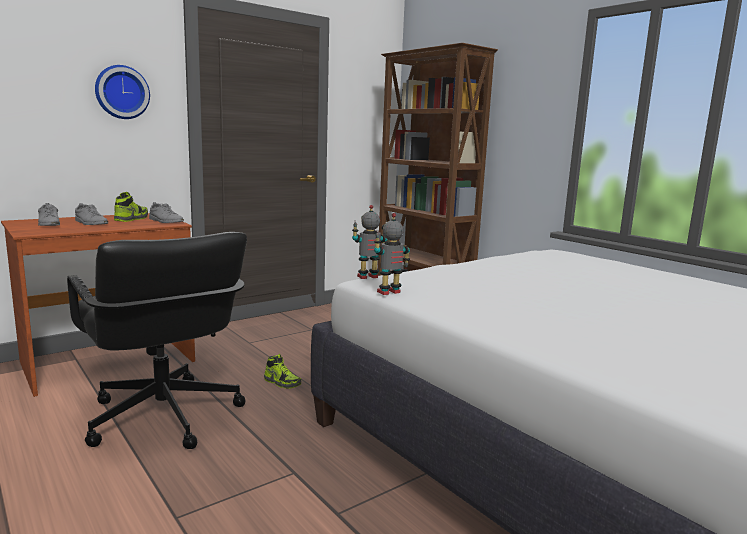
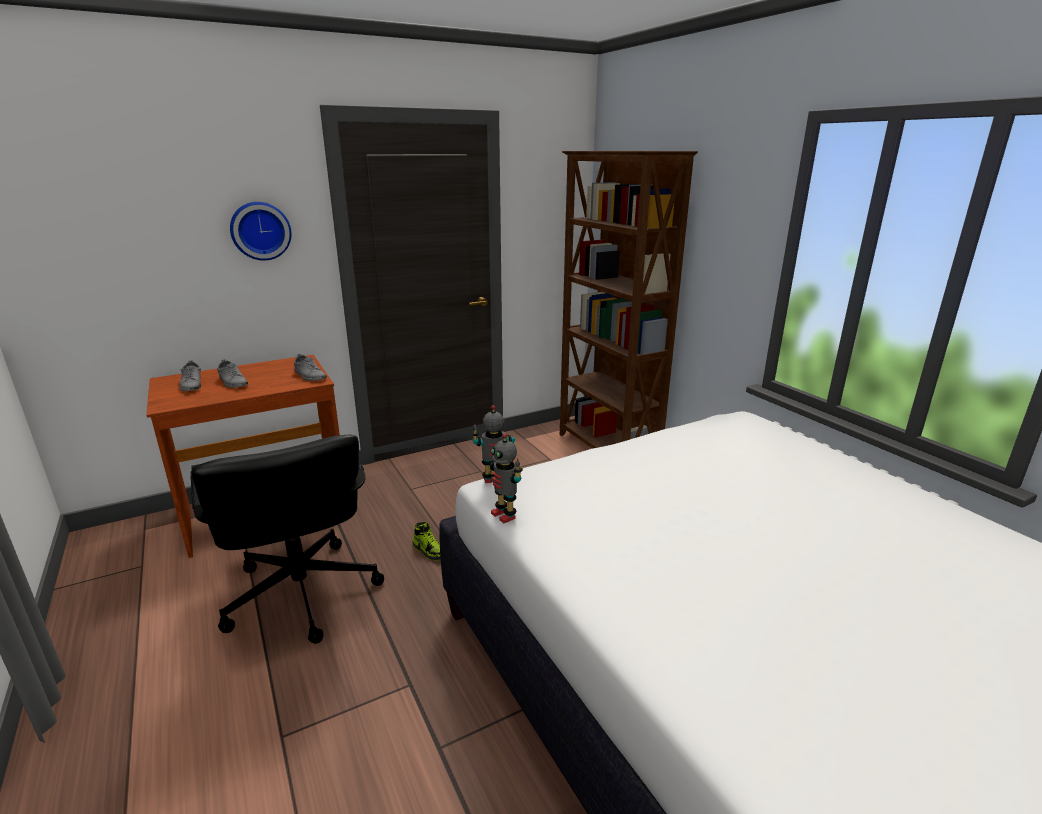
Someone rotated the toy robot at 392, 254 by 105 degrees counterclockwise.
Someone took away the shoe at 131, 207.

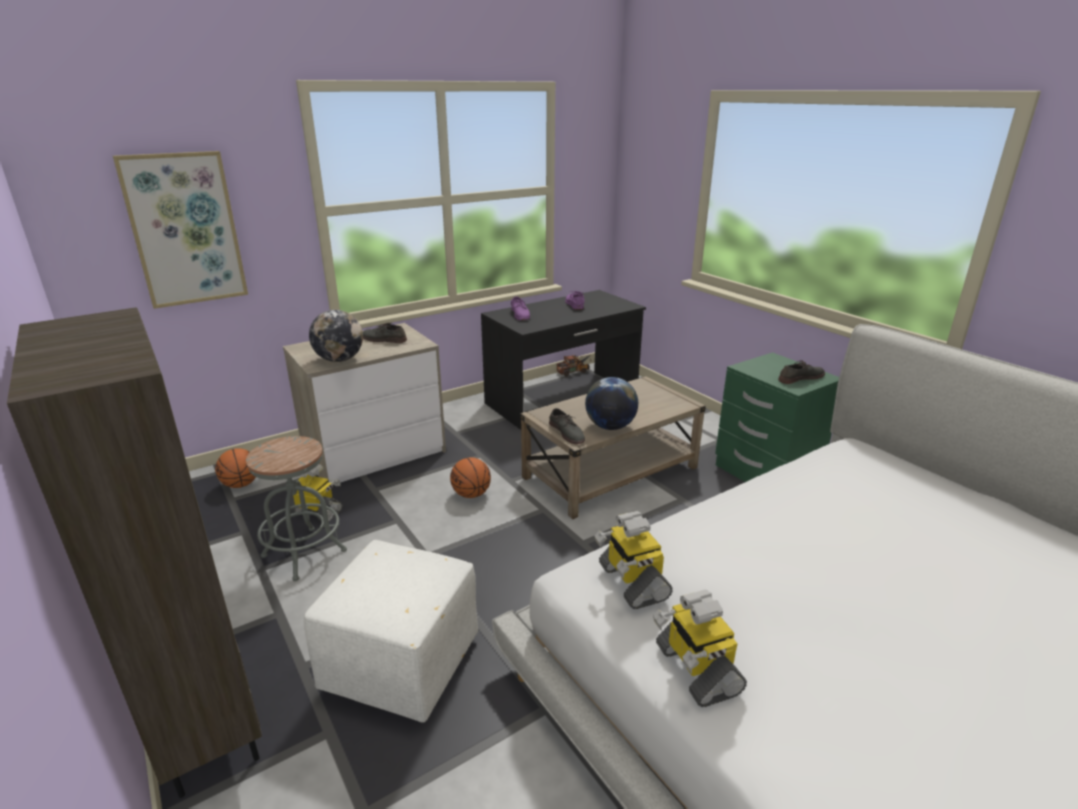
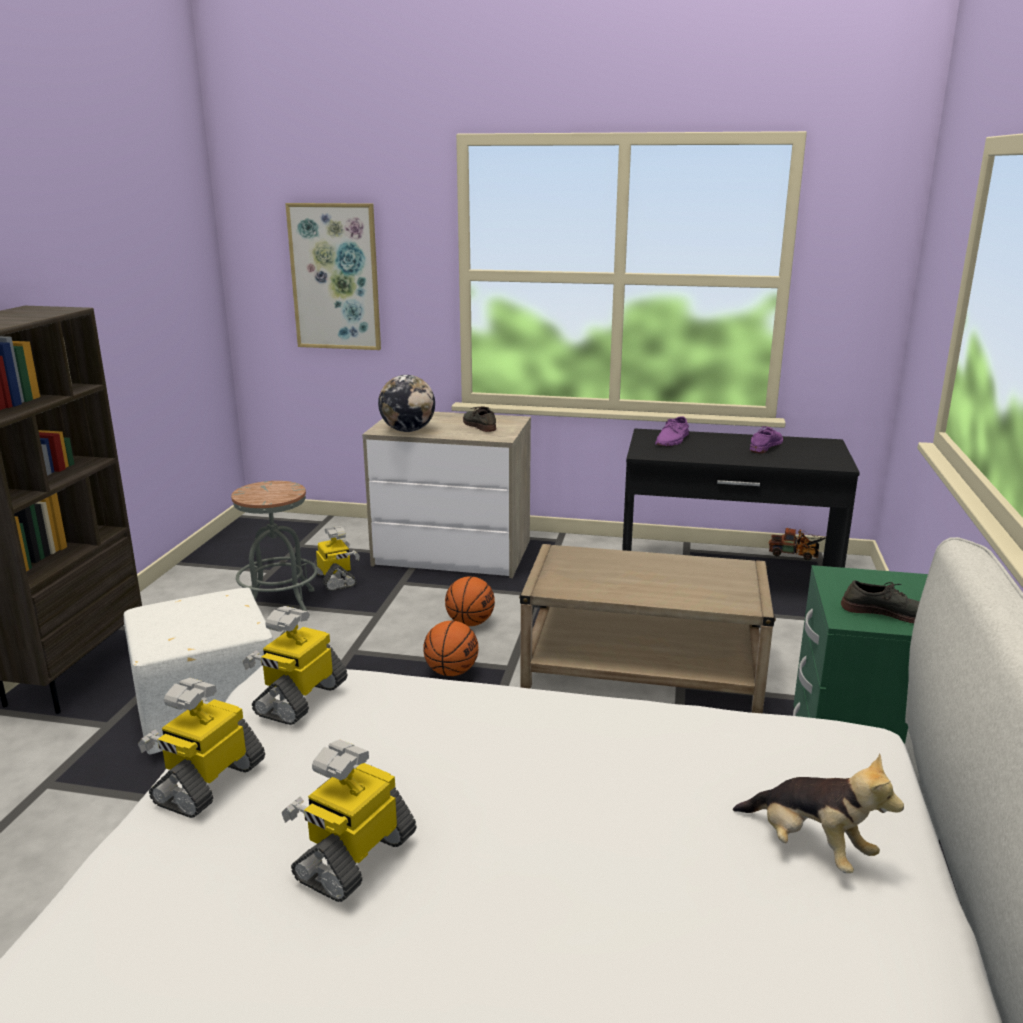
Someone put down the toy robot at 349, 820.
Someone carried the basketball from 235, 468 to 450, 648.
Someone put down the plush toy at 818, 813.
Someone took away the shoe in grey at 567, 426.
Someone took away the globe at 611, 403.

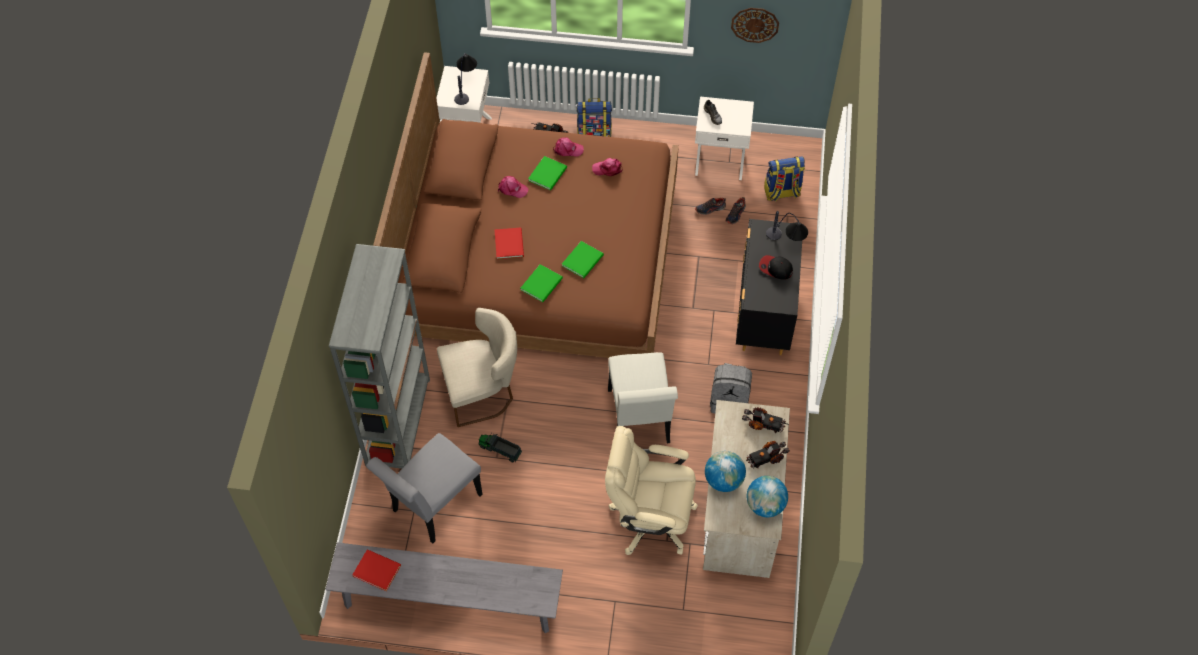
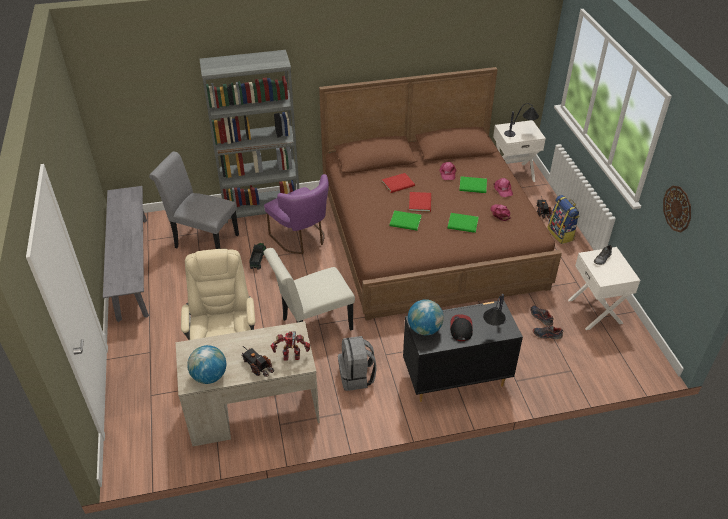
Someone repainted the chair in beige at 477, 367, which became the chair in purple at 296, 214.
Someone swapped the toy truck at 765, 420 for the toy robot at 290, 346.
Someone carried the globe from 725, 471 to 426, 317.
Someone carried the book in red from 377, 570 to 420, 202.
Someone carried the book in green from 542, 283 to 463, 223.
Someone took away the backpack at 784, 179.

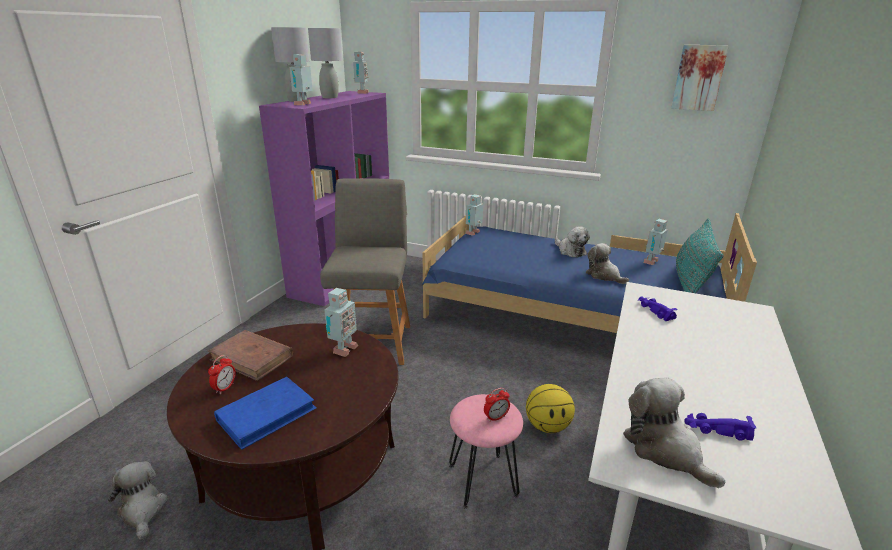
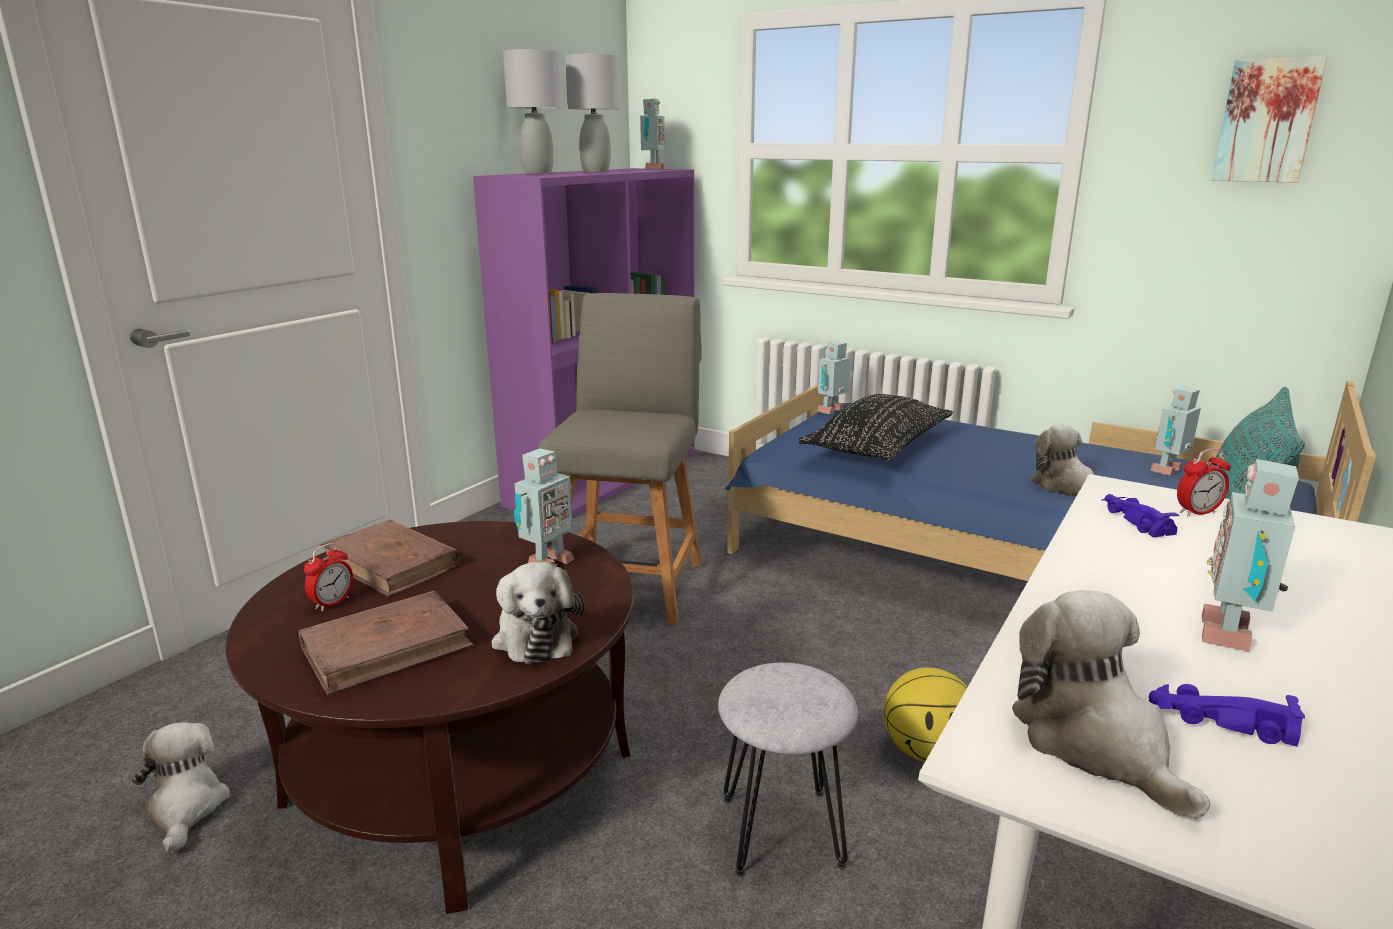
Someone repainted the book in blue at 265, 413, which became the book in brown at 386, 643.
Someone carried the plush toy from 572, 242 to 537, 613.
Someone repainted the stool in pink at 486, 451, which became the stool in grey at 788, 769.
Someone put down the pillow in black at 876, 427.
Someone carried the alarm clock from 497, 405 to 1204, 482.
Someone carried the toy robot from 301, 79 to 1250, 555.

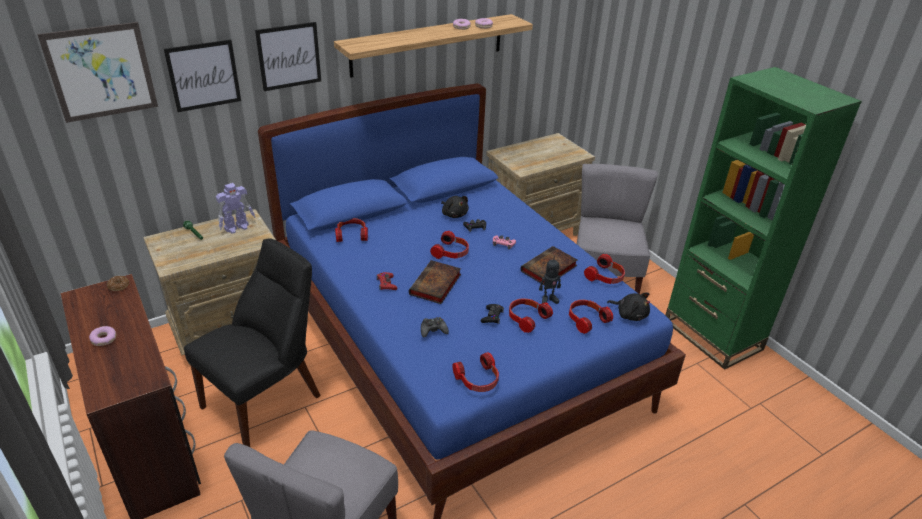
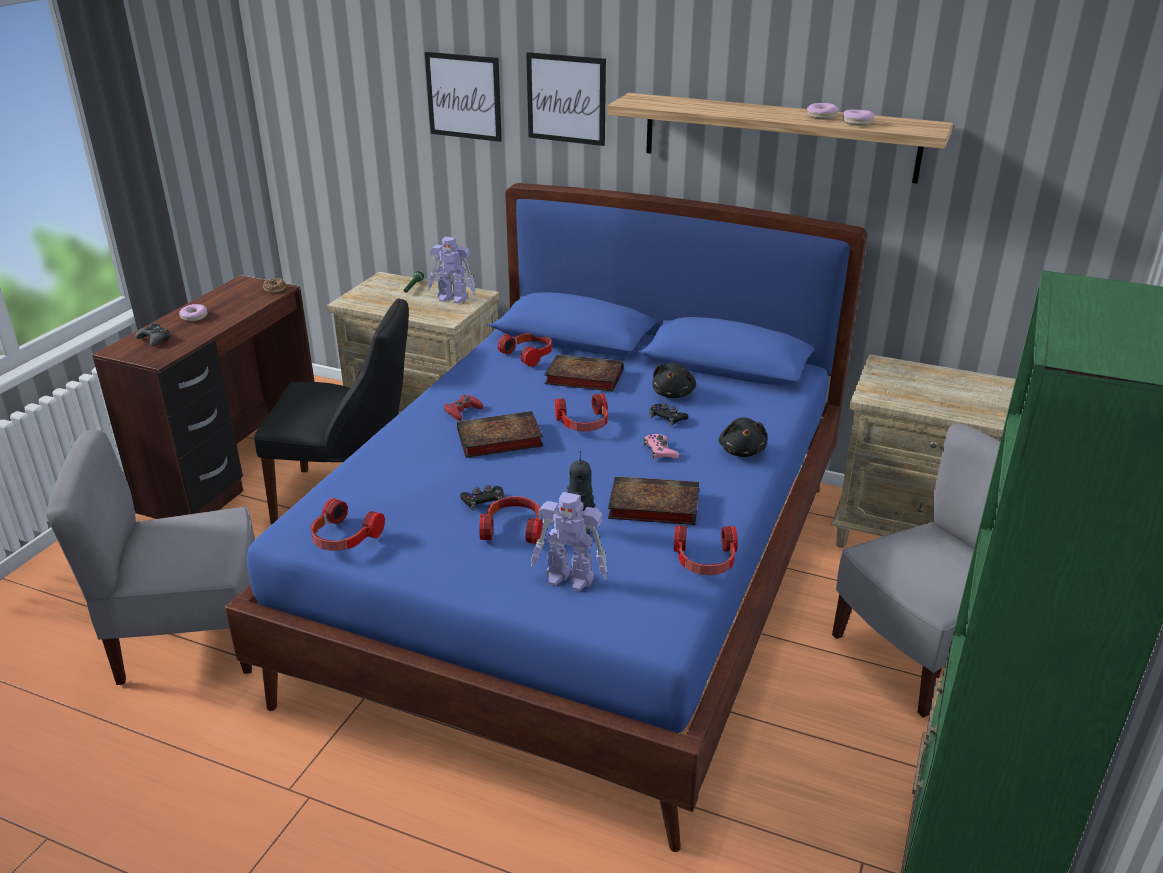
Someone carried the game controller in black from 435, 327 to 153, 334.
Someone swapped the headphones at 591, 317 for the toy robot at 569, 541.
Someone put down the book at 584, 372.
Someone carried the plush toy in black from 628, 306 to 743, 437.
Someone took away the picture at 97, 72.

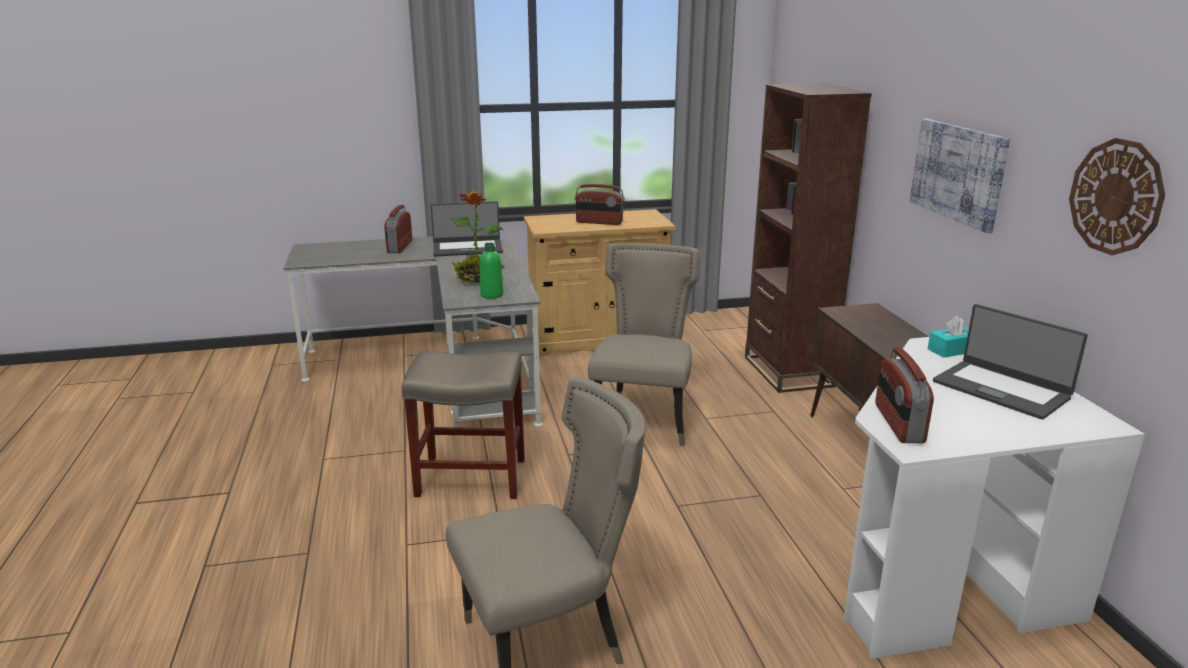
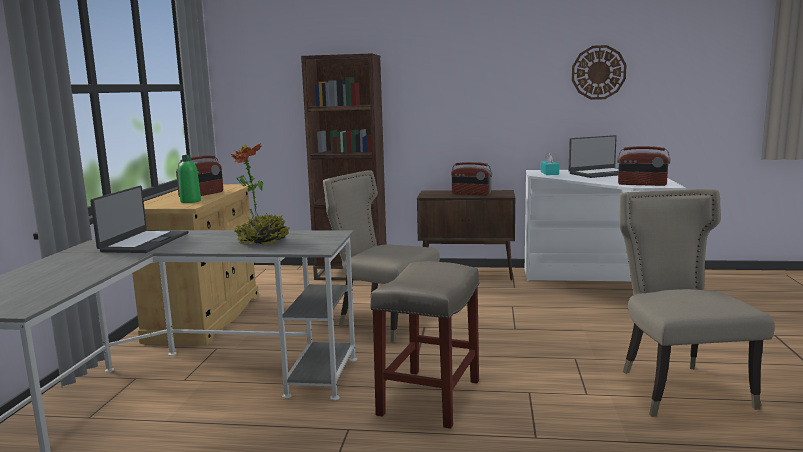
Someone carried the bottle in green from 491, 271 to 189, 179.
Someone carried the radio from 398, 229 to 471, 179.
Someone took away the picture at 960, 175.

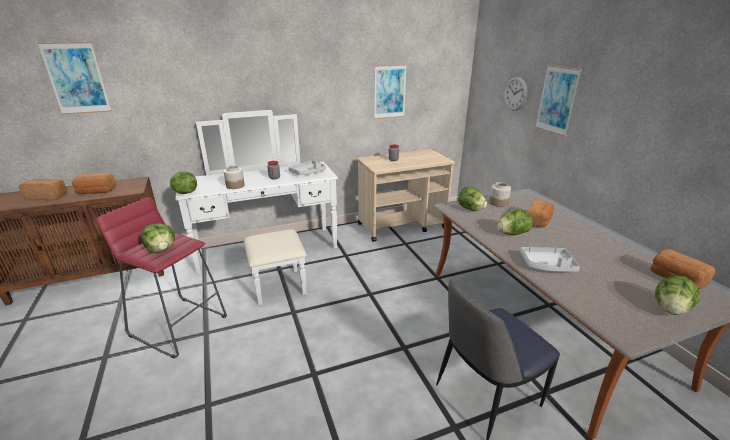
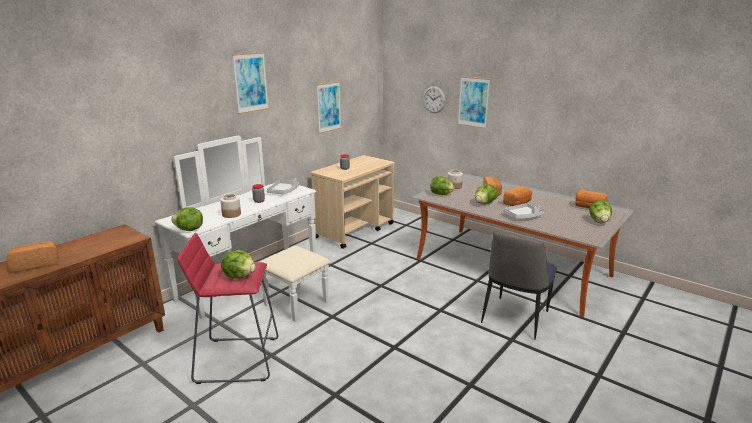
Someone carried the picture from 74, 78 to 250, 83.
Someone carried the bread from 94, 183 to 517, 196.

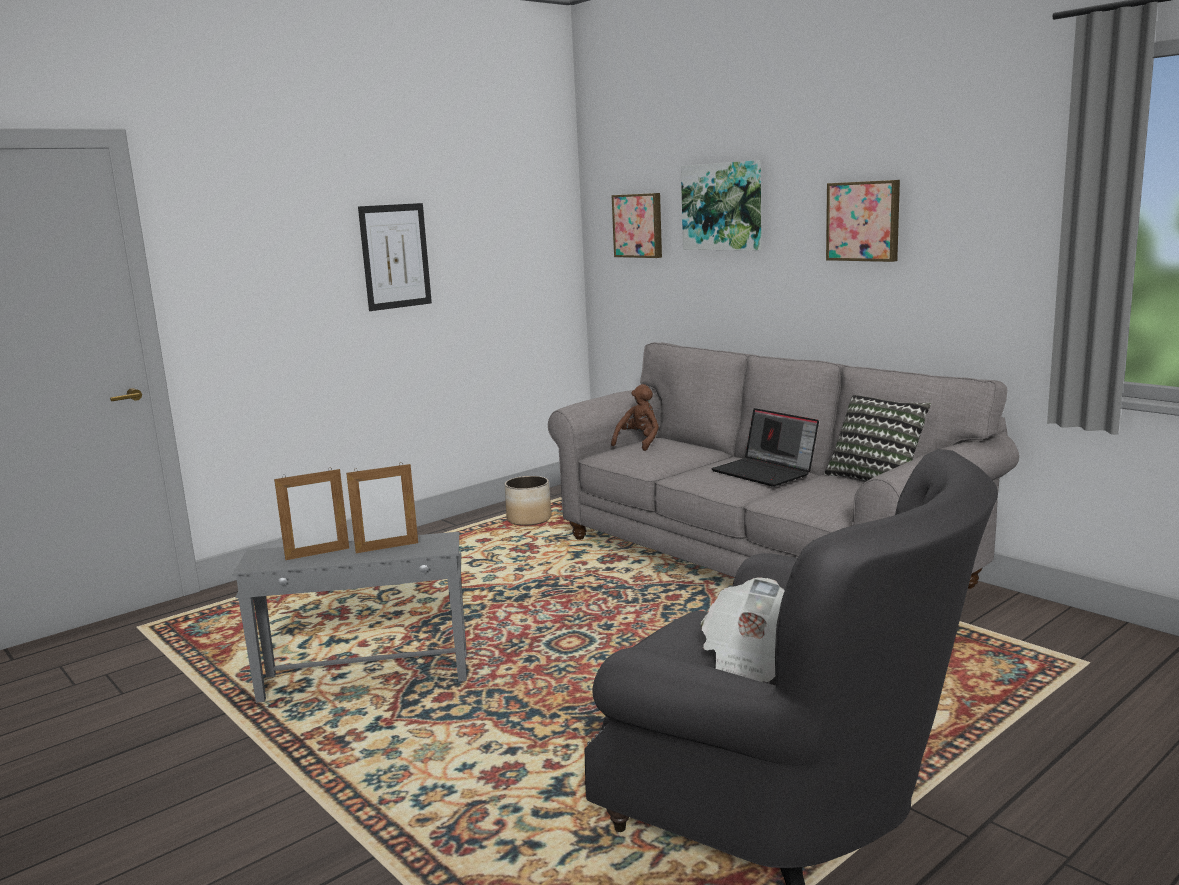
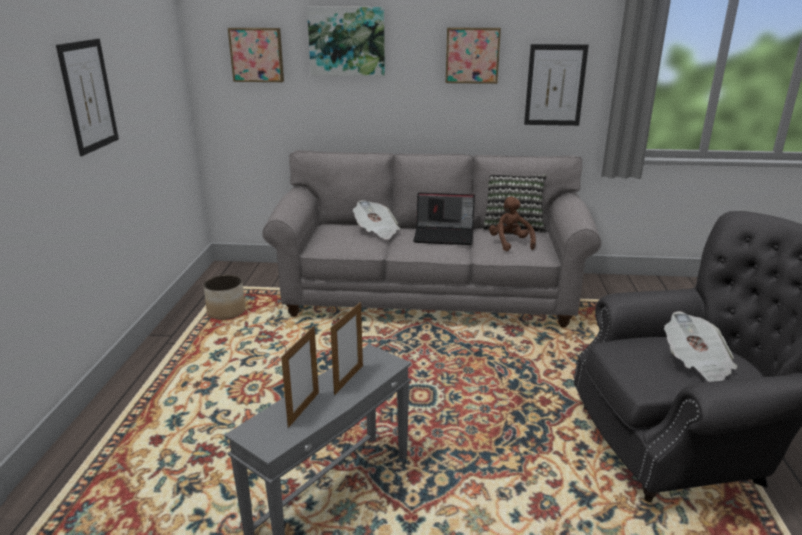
Someone put down the newspaper at 376, 220.
Someone carried the plush toy in brown from 635, 417 to 512, 224.
Someone put up the picture at 556, 85.

